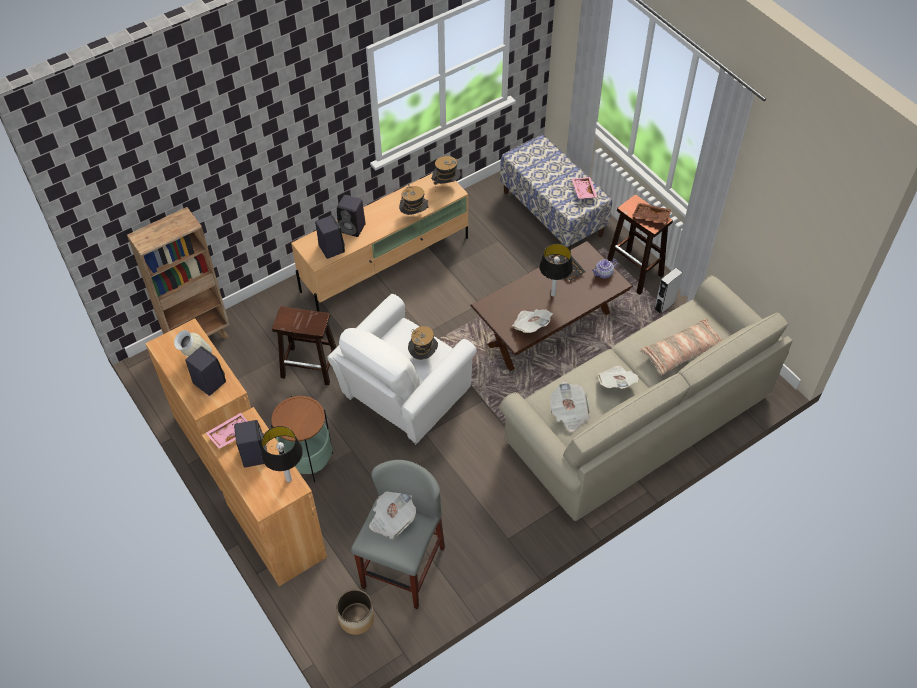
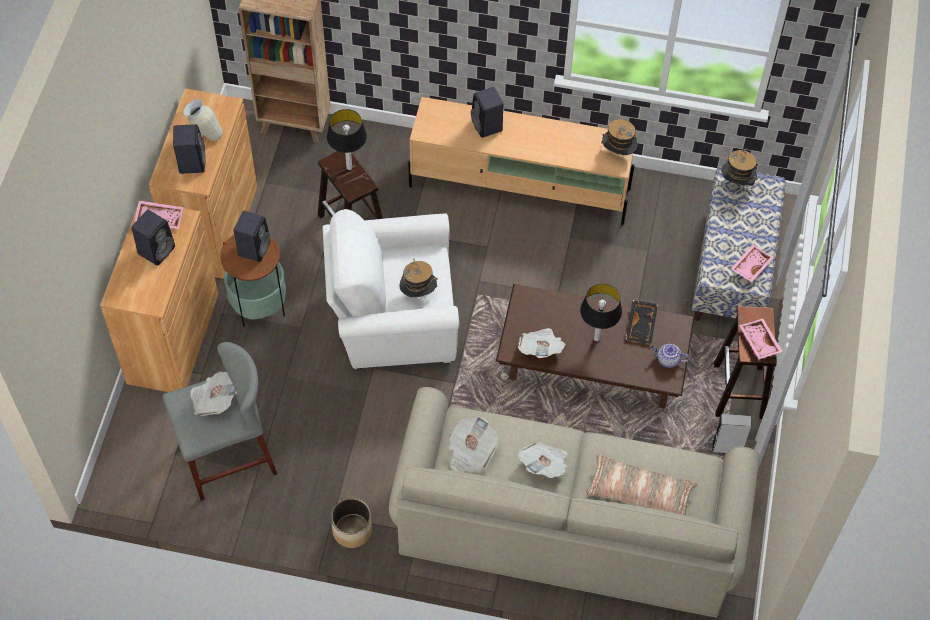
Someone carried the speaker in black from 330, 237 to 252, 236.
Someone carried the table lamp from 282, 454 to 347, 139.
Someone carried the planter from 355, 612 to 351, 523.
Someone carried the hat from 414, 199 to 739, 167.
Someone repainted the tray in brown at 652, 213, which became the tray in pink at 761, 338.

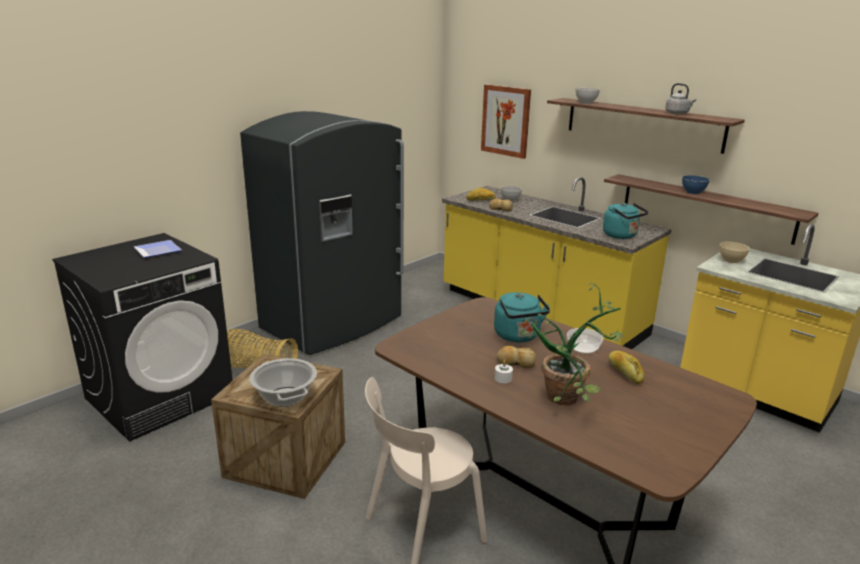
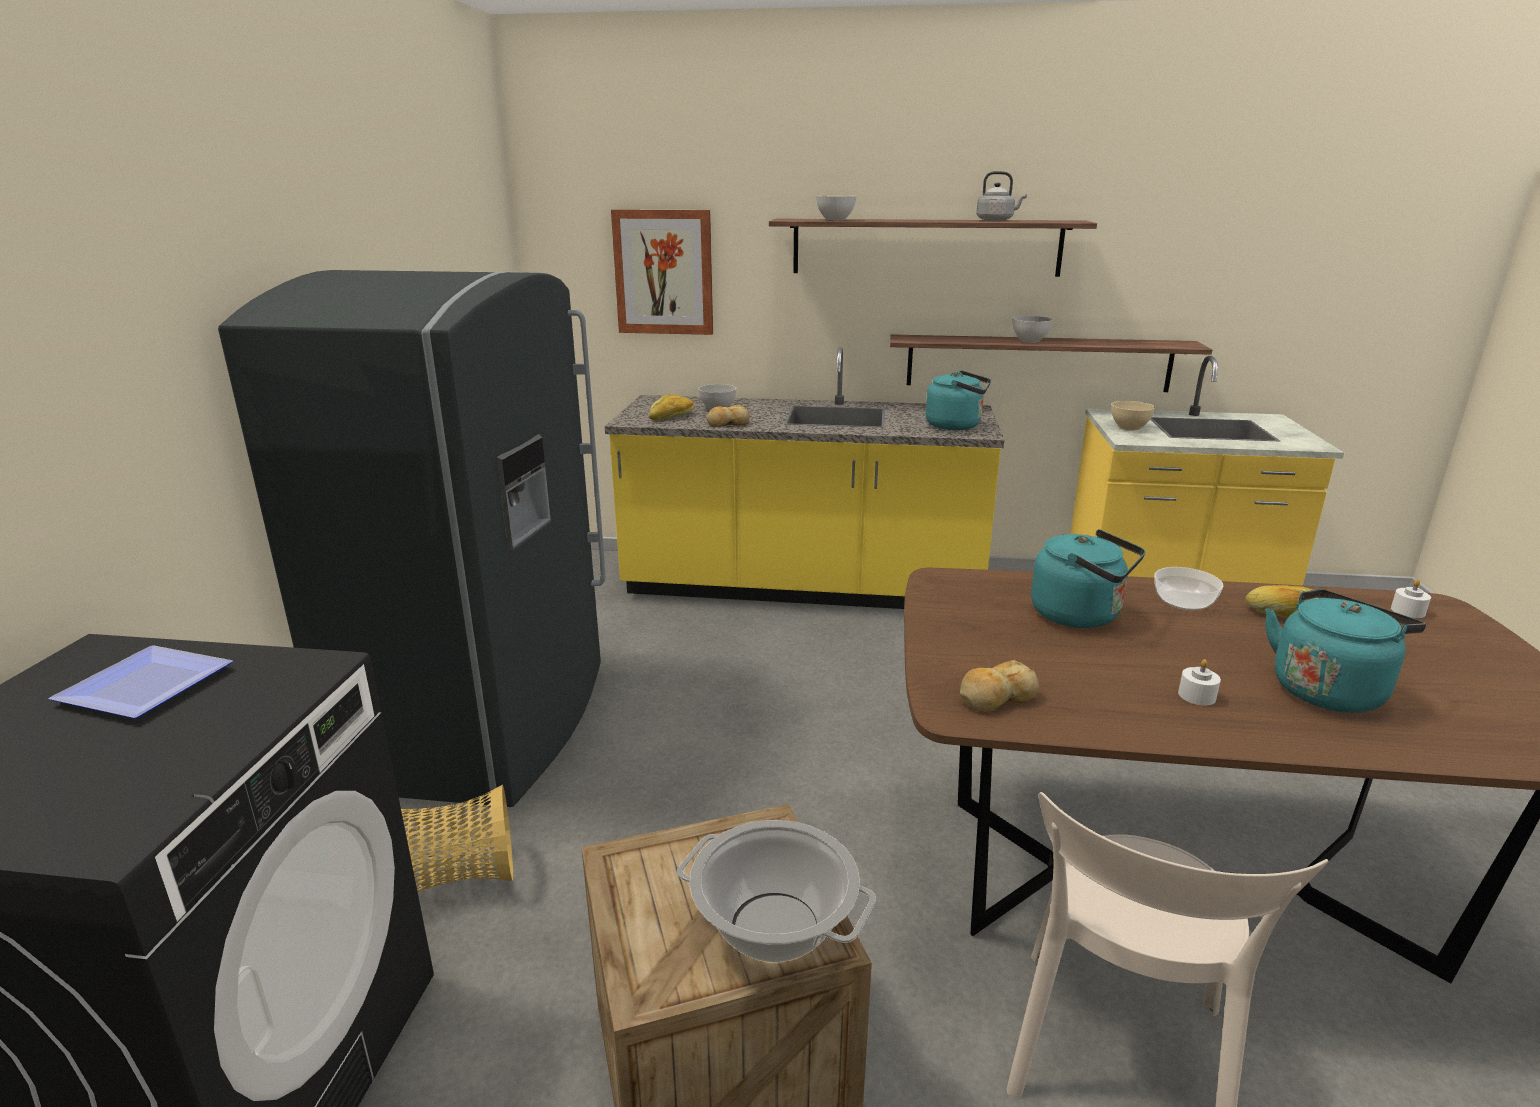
Someone carried the bread from 516, 357 to 999, 686.
Someone repainted the bowl in blue at 696, 184, which became the bowl in grey at 1032, 329.
Someone swapped the potted plant at 572, 344 for the kettle in turquoise at 1345, 651.
Someone put down the candle in white at 1411, 598.

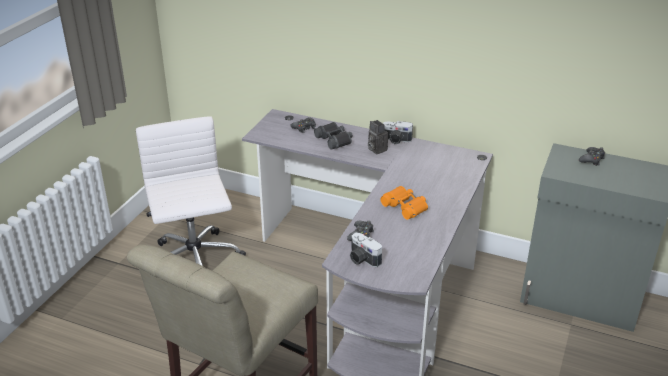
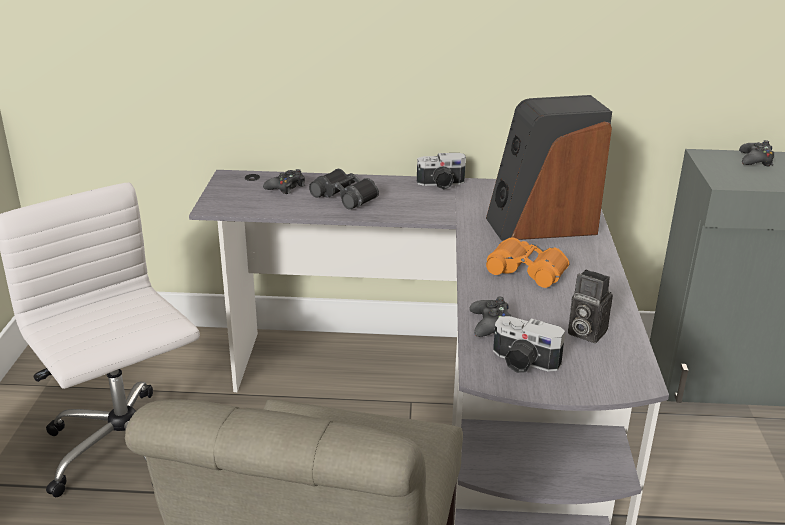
Someone put down the speaker at 549, 168.
Someone carried the photo camera from 378, 137 to 590, 306.

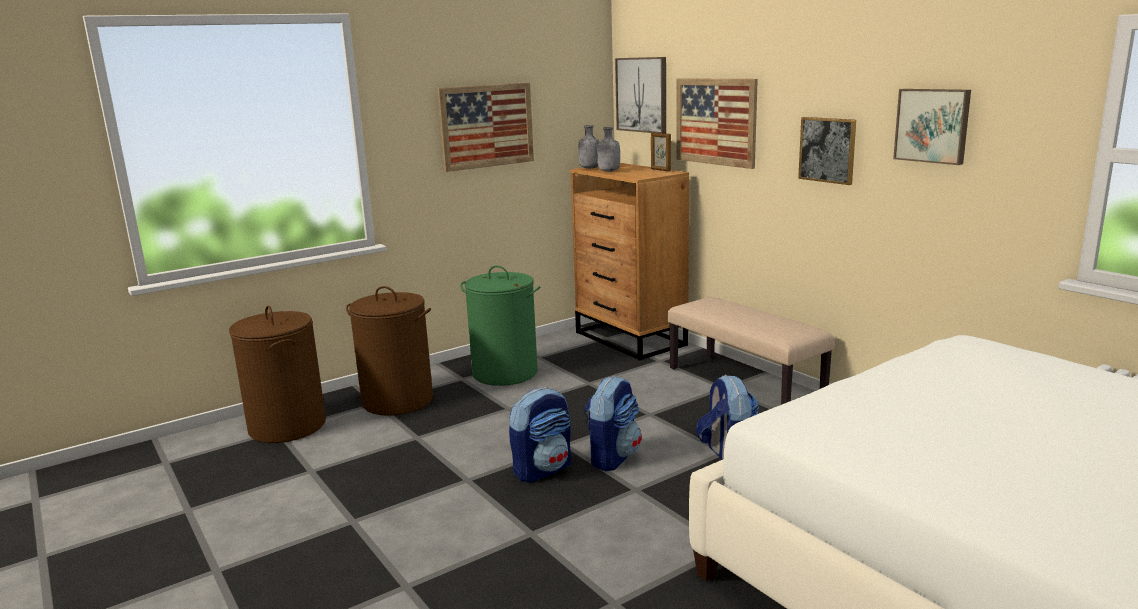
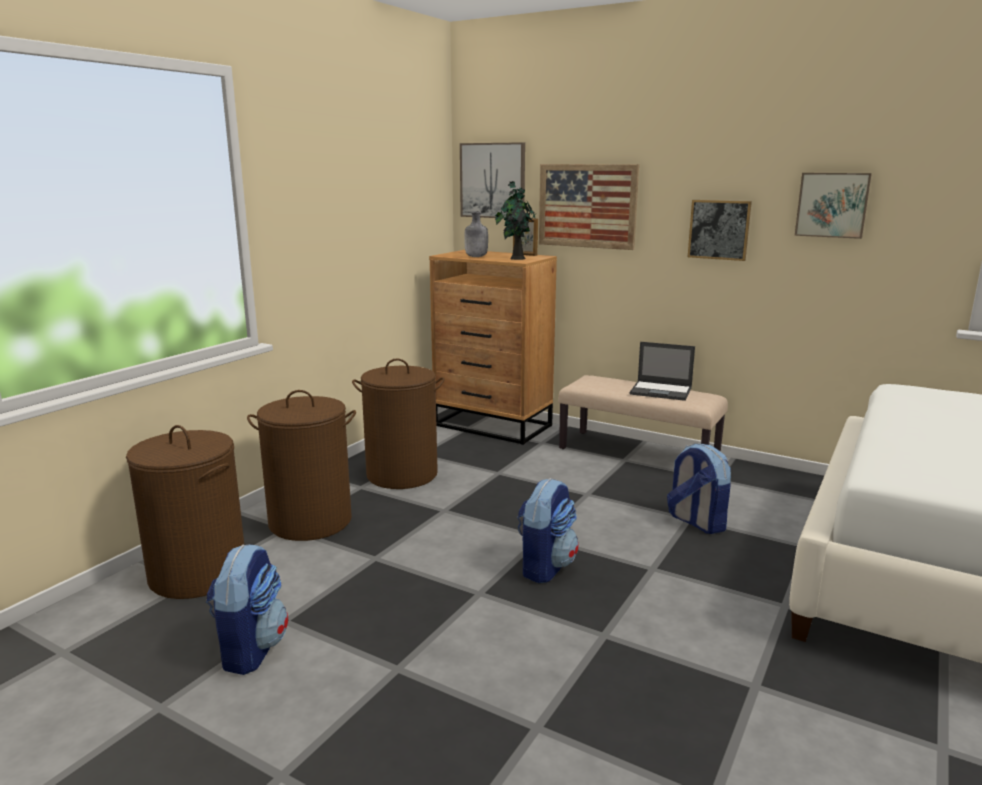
Someone carried the backpack from 612, 423 to 247, 609.
Someone repainted the laundry basket in green at 500, 325, which became the laundry basket in brown at 398, 423.
Someone put down the potted plant at 515, 220.
Someone put down the laptop at 662, 371.
Someone took away the picture at 485, 127.
Someone took away the bottle in grey at 589, 147.

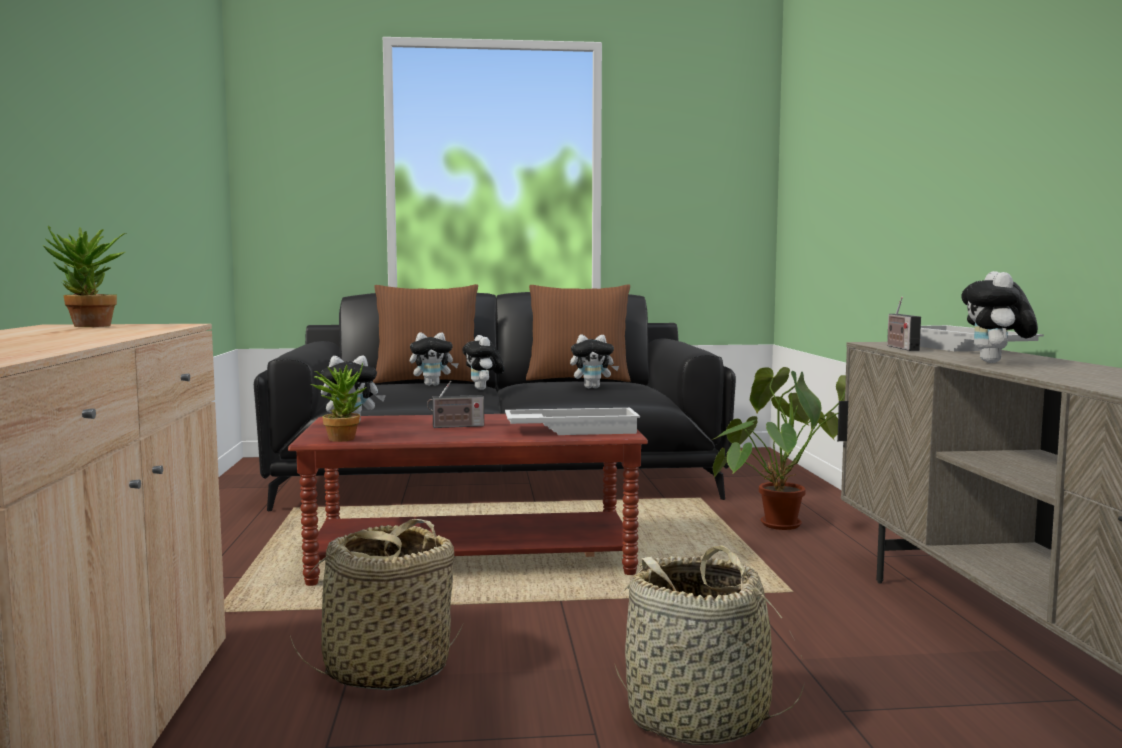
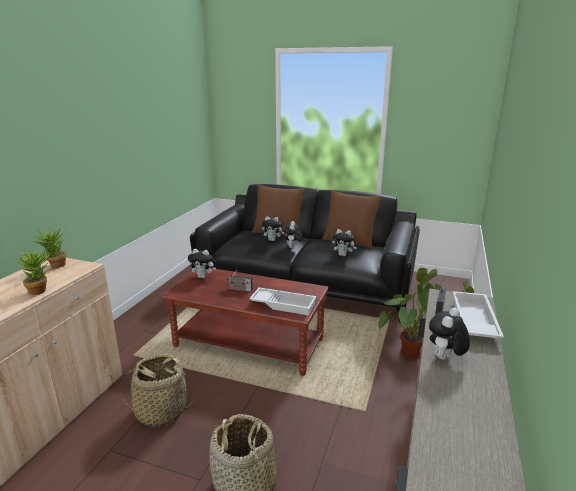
Someone carried the potted plant from 338, 402 to 31, 272.

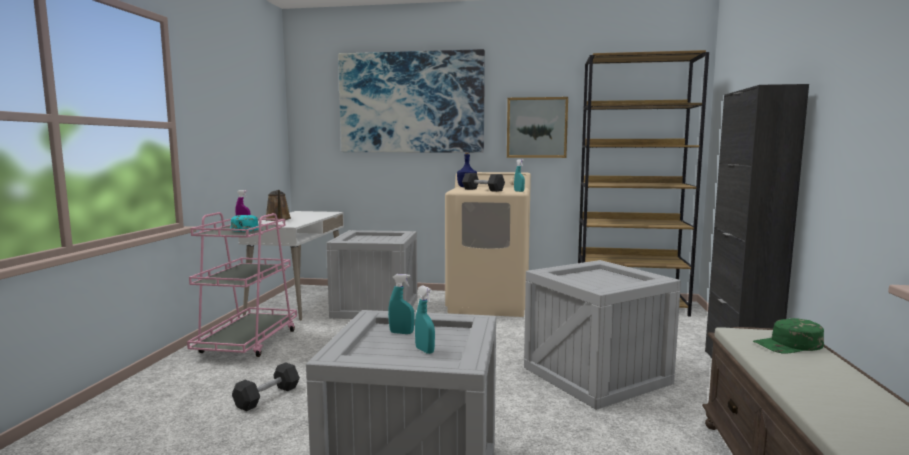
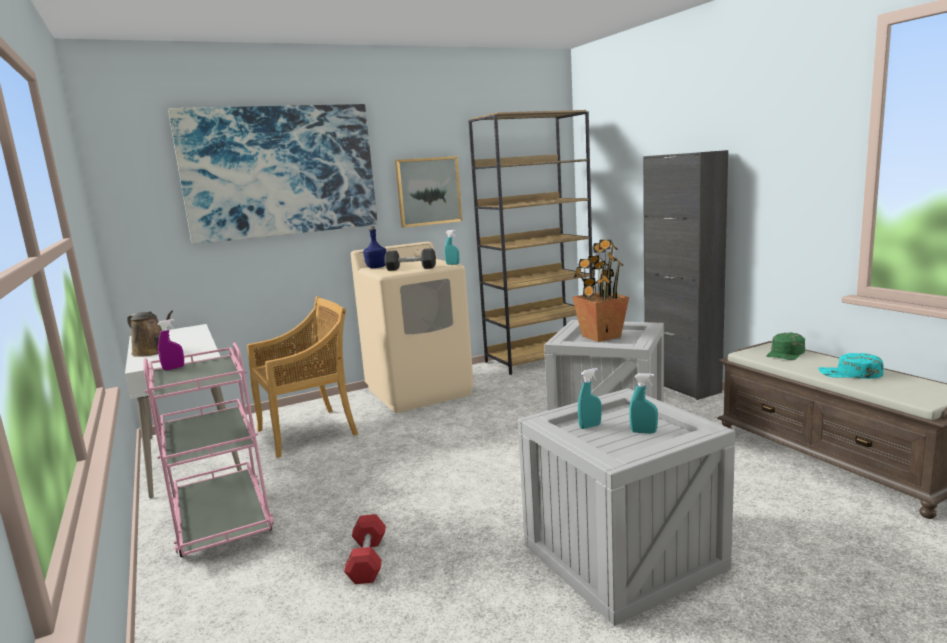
Someone swapped the crate at 371, 274 for the chair in beige at 303, 377.
Someone repainted the dumbbell in black at 266, 386, which became the dumbbell in red at 365, 549.
Someone put down the potted plant at 600, 291.
Someone carried the cap in turquoise from 244, 223 to 851, 366.

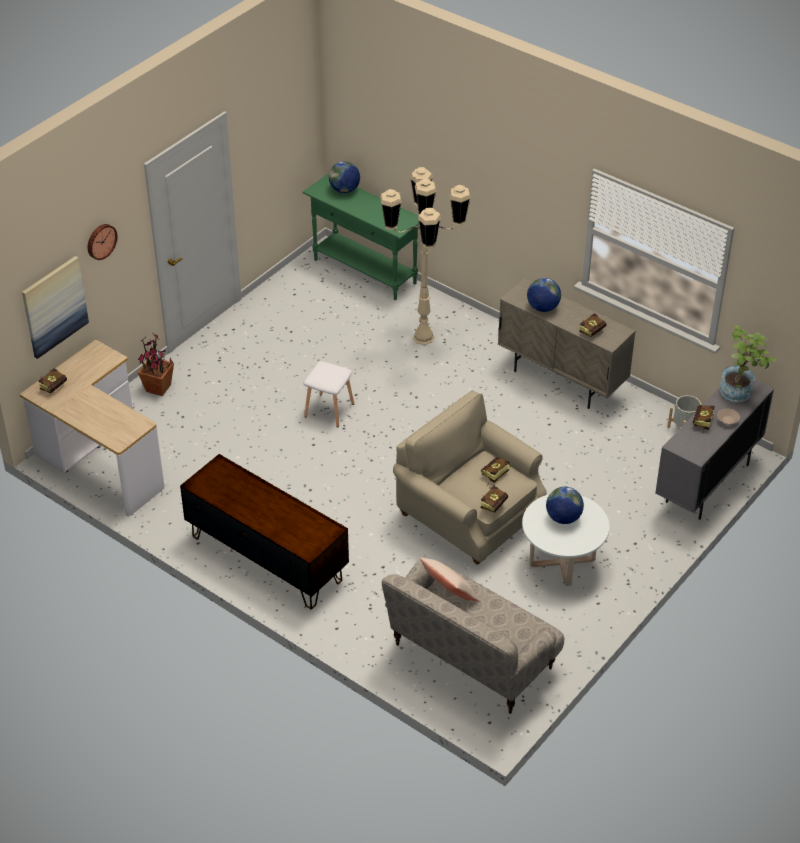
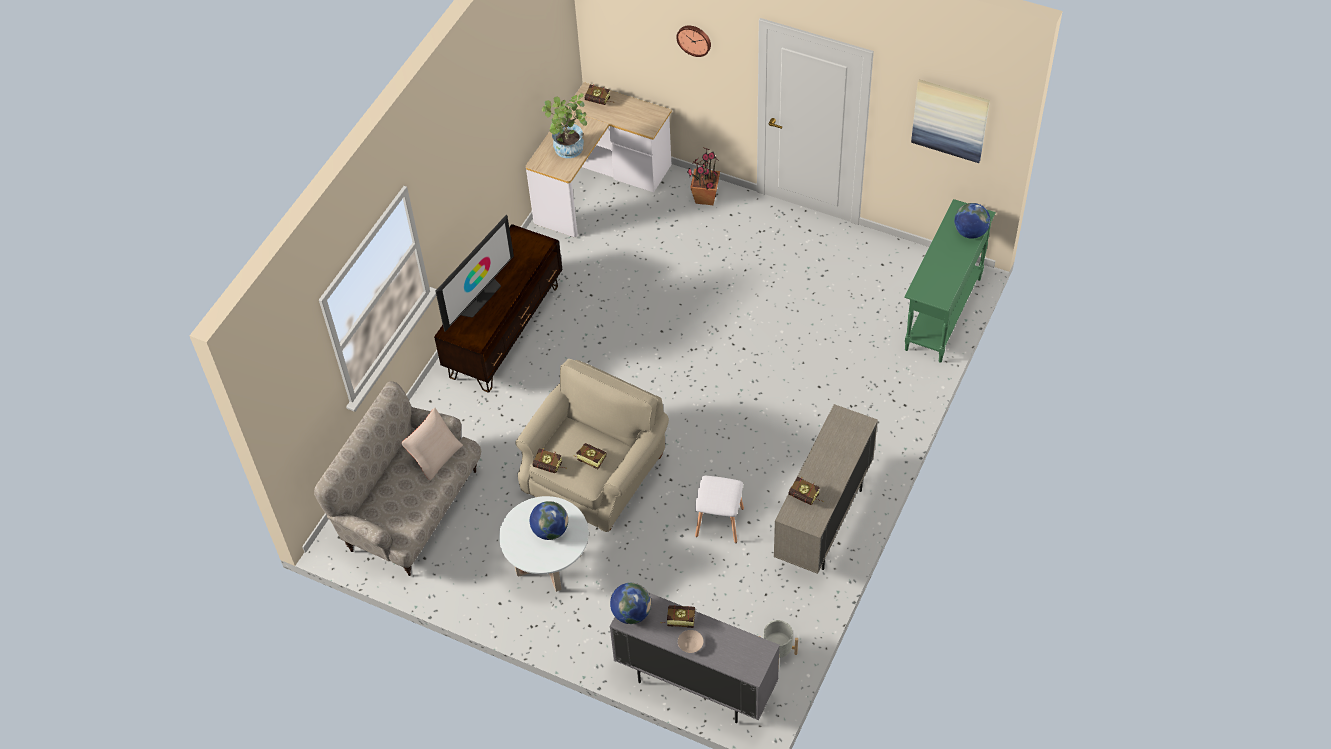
Someone put down the television at 475, 273.
Someone carried the potted plant from 748, 363 to 564, 125.
Someone carried the globe from 544, 295 to 630, 603.
Someone carried the stool in white from 329, 394 to 719, 509.
Someone carried the picture from 55, 307 to 950, 121.
Someone took away the floor lamp in beige at 425, 256.

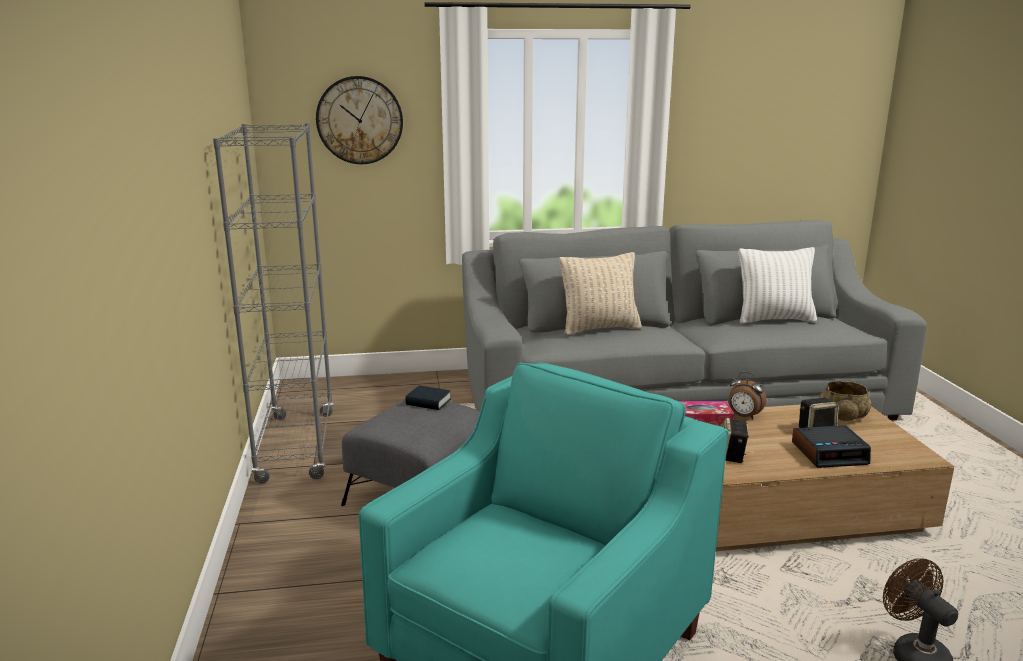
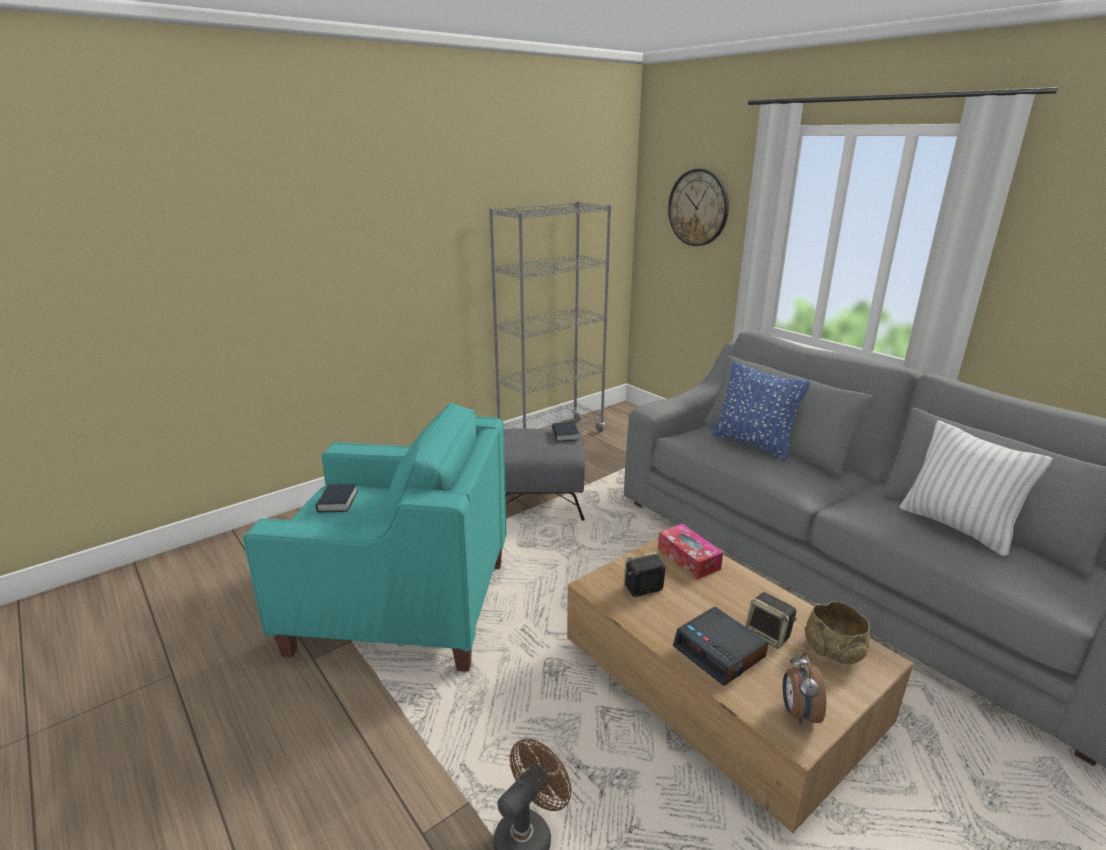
Someone put down the book at 337, 498.
Someone repainted the pillow in beige at 600, 293, which became the pillow in blue at 761, 411.
Someone carried the alarm clock from 747, 395 to 804, 689.

